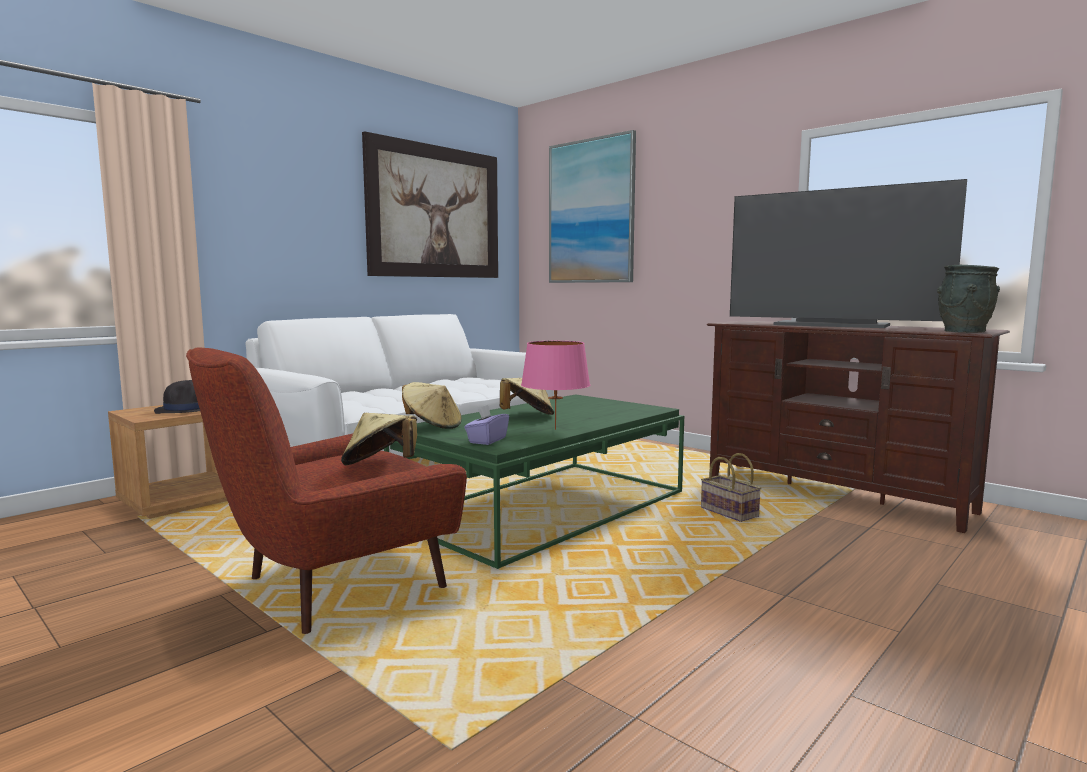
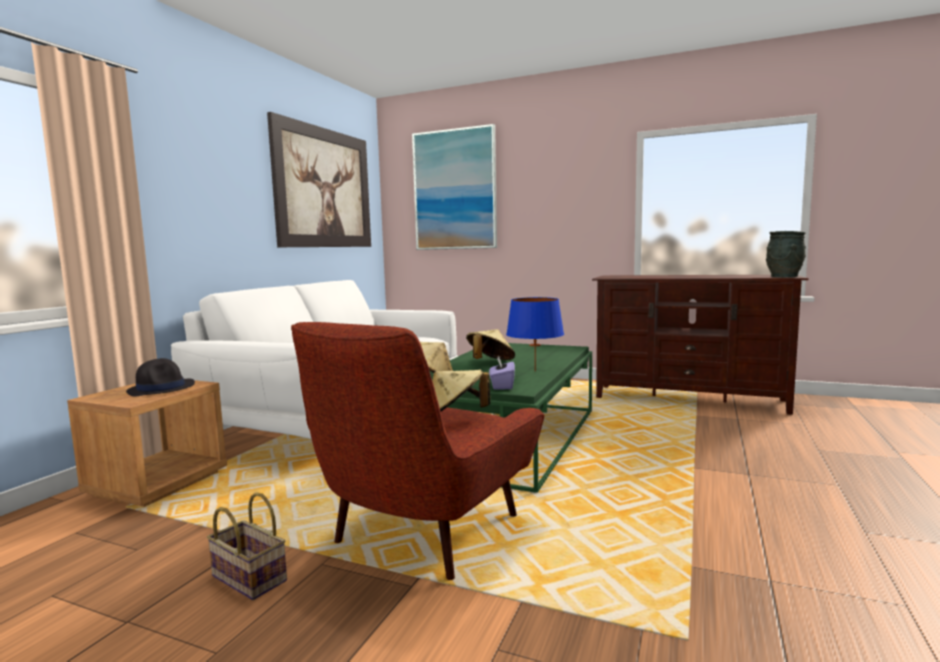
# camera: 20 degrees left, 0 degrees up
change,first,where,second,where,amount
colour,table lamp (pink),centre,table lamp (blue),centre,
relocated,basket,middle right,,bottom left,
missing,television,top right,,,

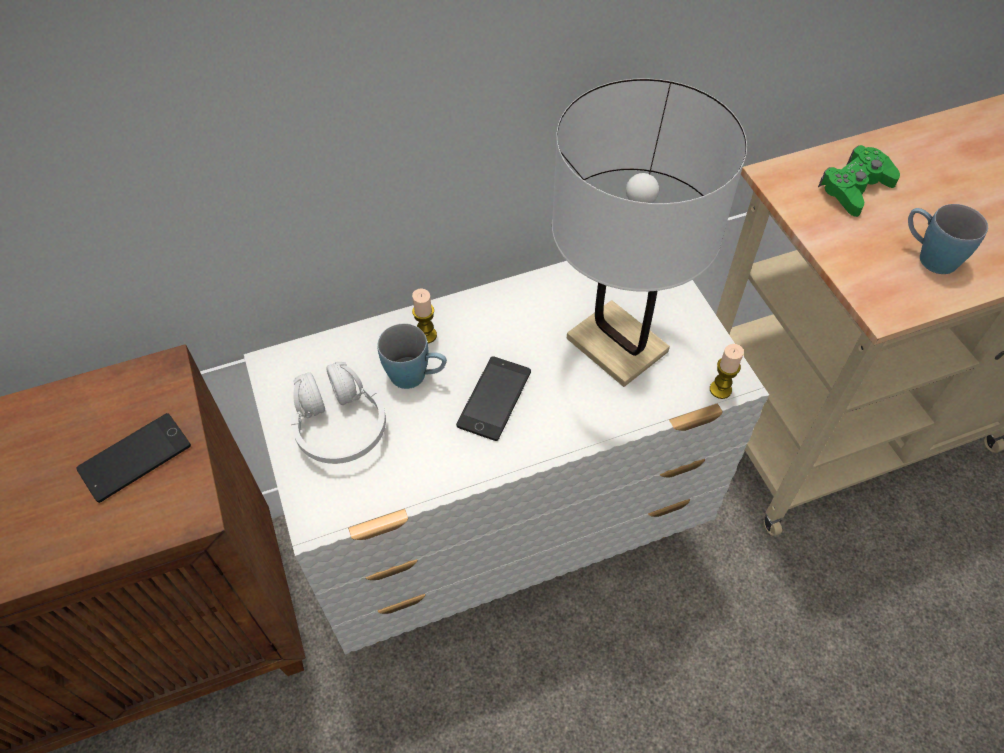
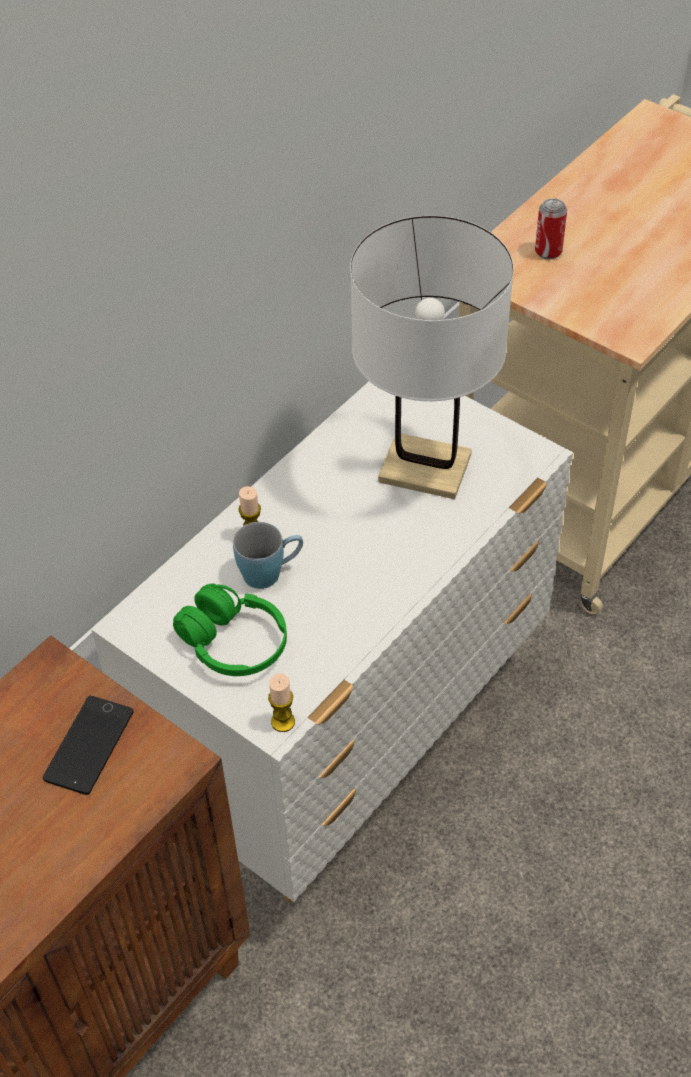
# camera: 30 degrees left, 5 degrees down
change,first,where,second,where,amount
colour,headphones (white),centre,headphones (green),middle left,
missing,phone (no. 2 from left),centre,,,
relocated,candle (no. 2 from left),middle right,,centre,
exchanged,game controller (green),top right,can,top right,
missing,mug (blue) (no. 2 from left),top right,,,

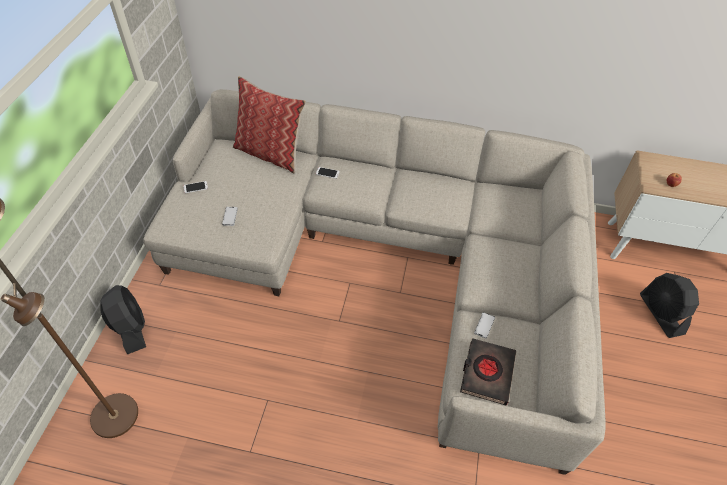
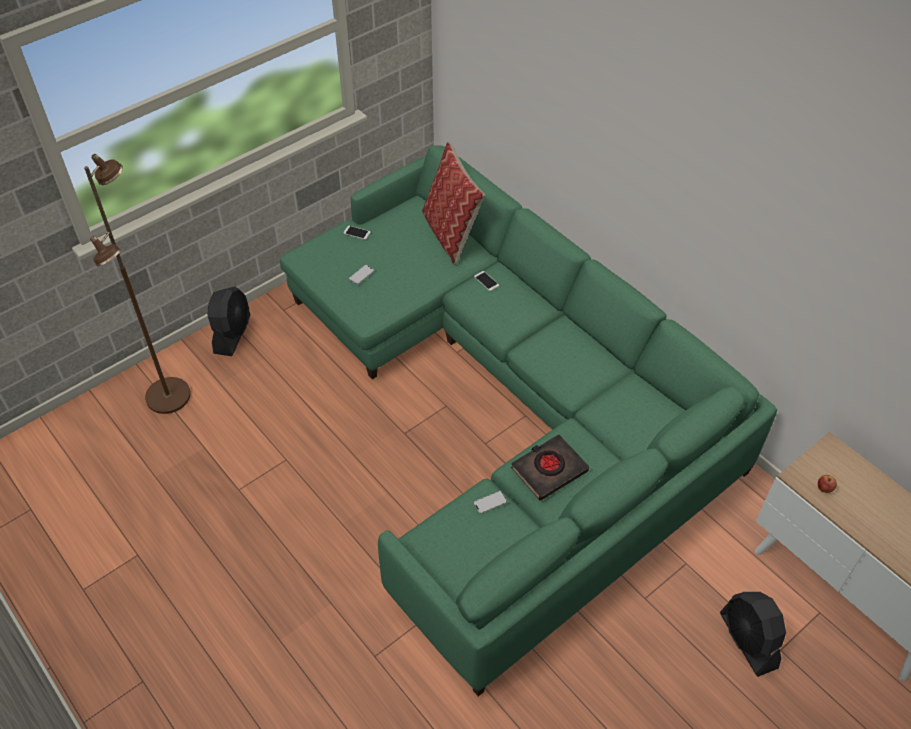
# camera: 40 degrees right, 0 degrees up
change,first,where,second,where,amount
colour,sofa (beige),centre,sofa (green),centre,
relocated,book (black),bottom right,,centre,
spun,fan (black) (no. 2 from left),middle right,,bottom right,45 degrees counterclockwise

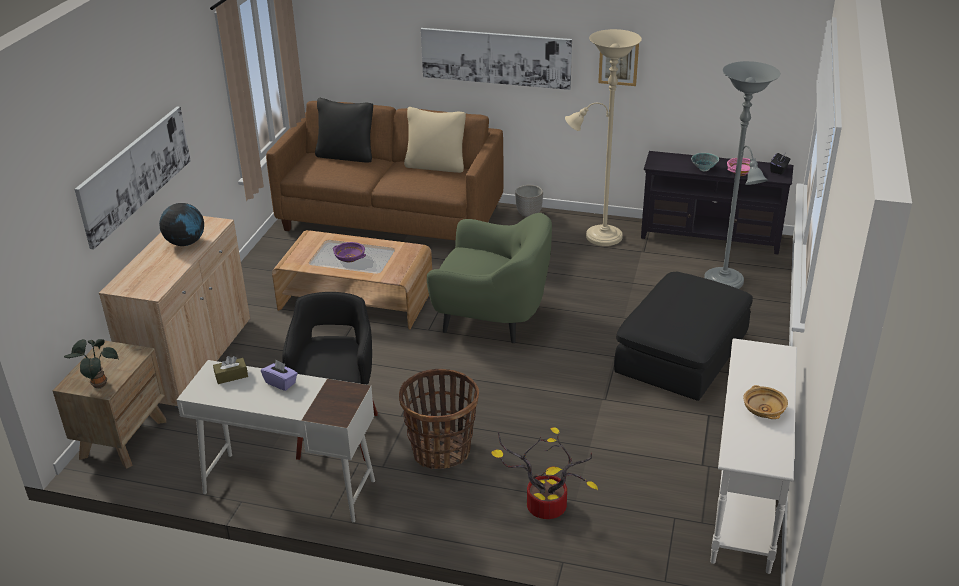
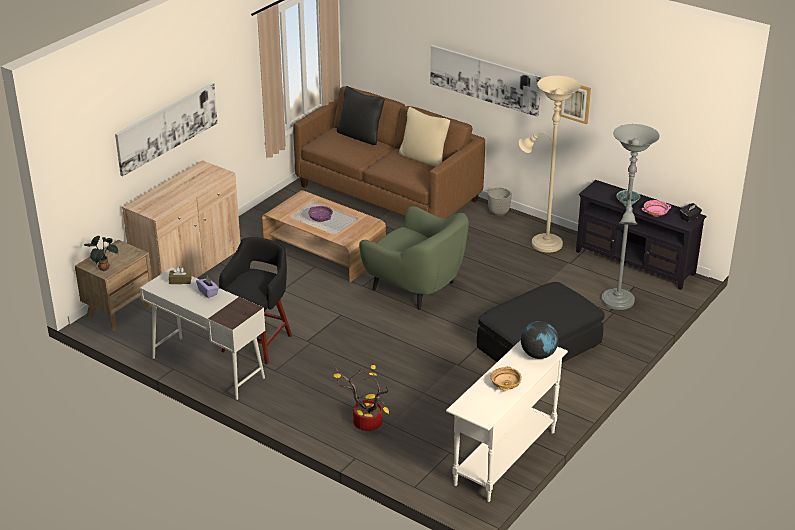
# camera: 20 degrees right, 0 degrees up
change,first,where,second,where,amount
relocated,globe,middle left,,middle right,
missing,basket,bottom centre,,,

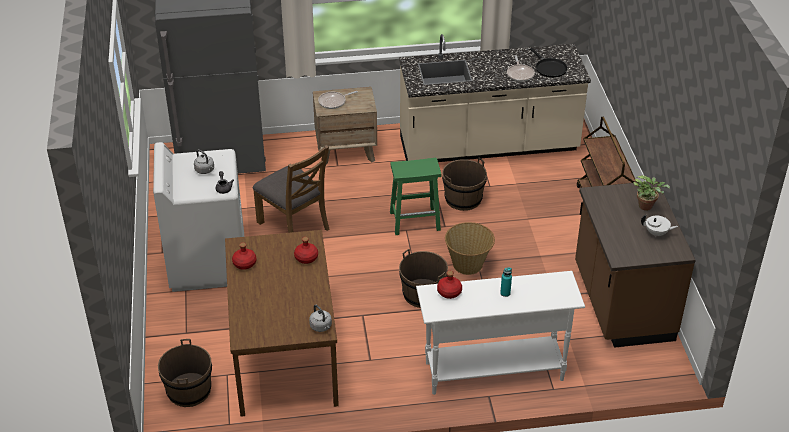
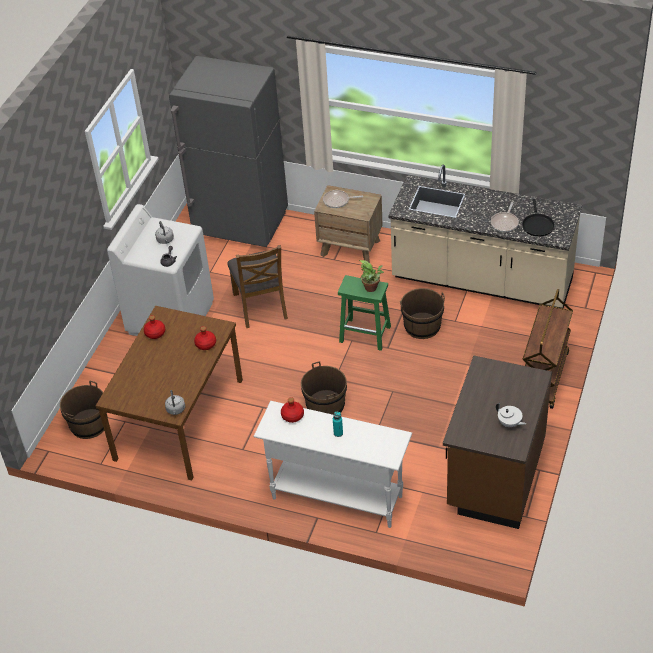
# camera: 30 degrees right, 5 degrees up
change,first,where,second,where,amount
missing,basket,centre,,,
relocated,potted plant,middle right,,centre,

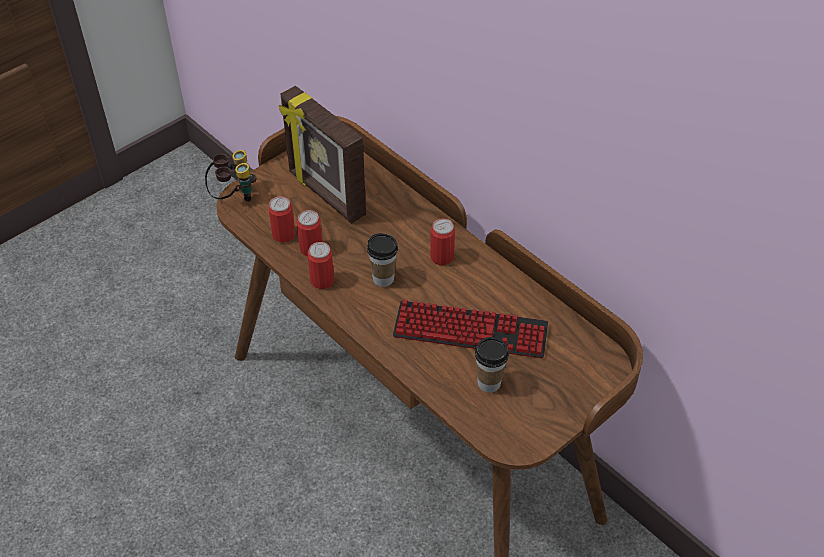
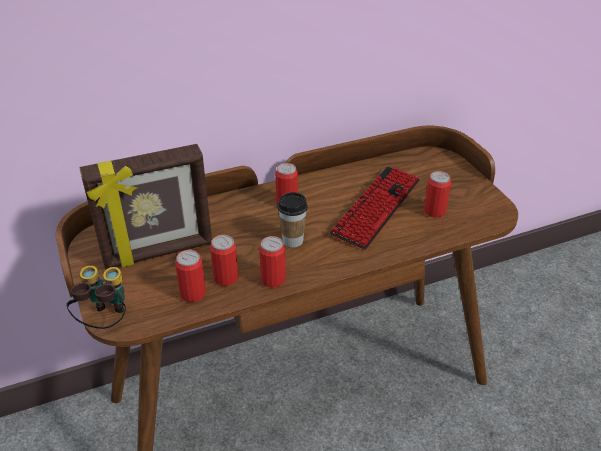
# camera: 70 degrees left, 10 degrees down
change,first,where,second,where,amount
exchanged,cup (no. 2 from left),centre,can (no. 5 from left),middle right,

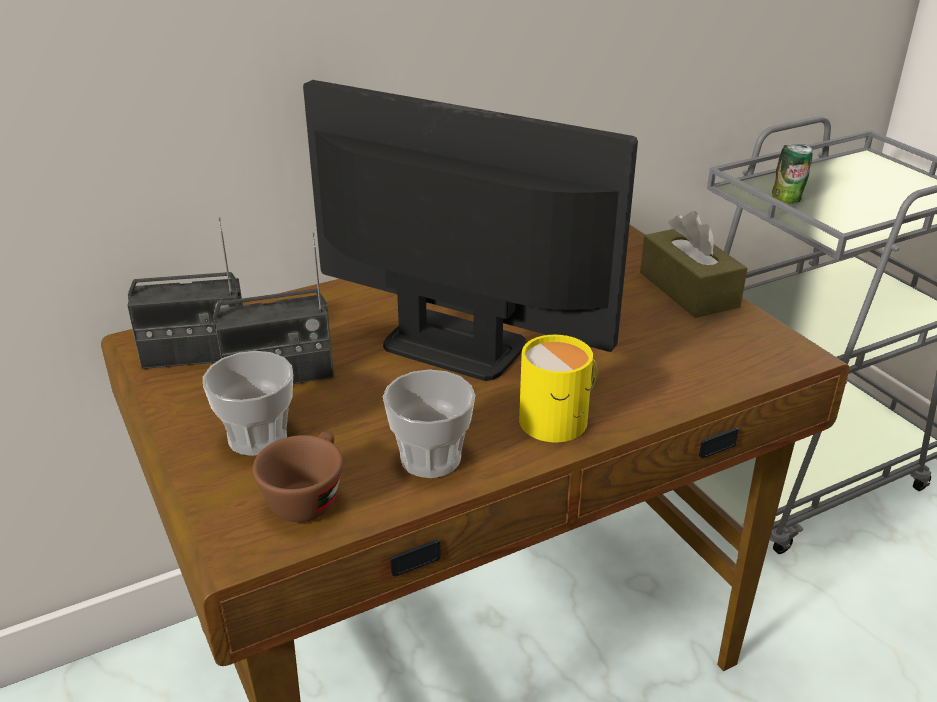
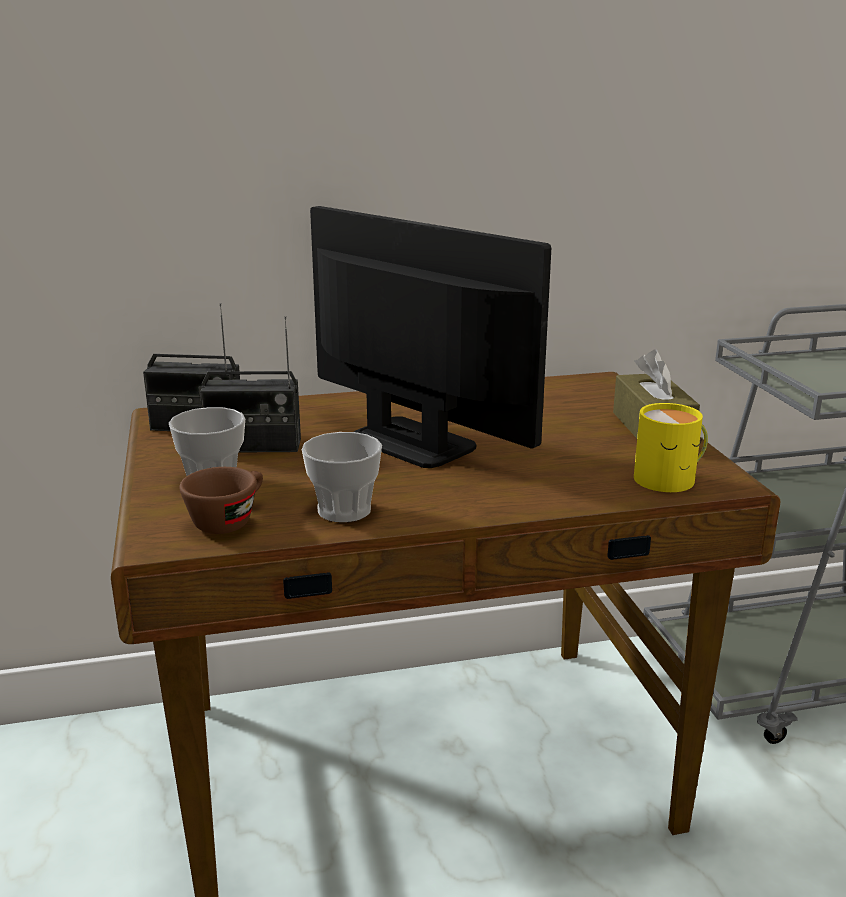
# camera: 15 degrees right, 10 degrees down
change,first,where,second,where,amount
relocated,mug (yellow),centre,,middle right,
missing,can,top right,,,

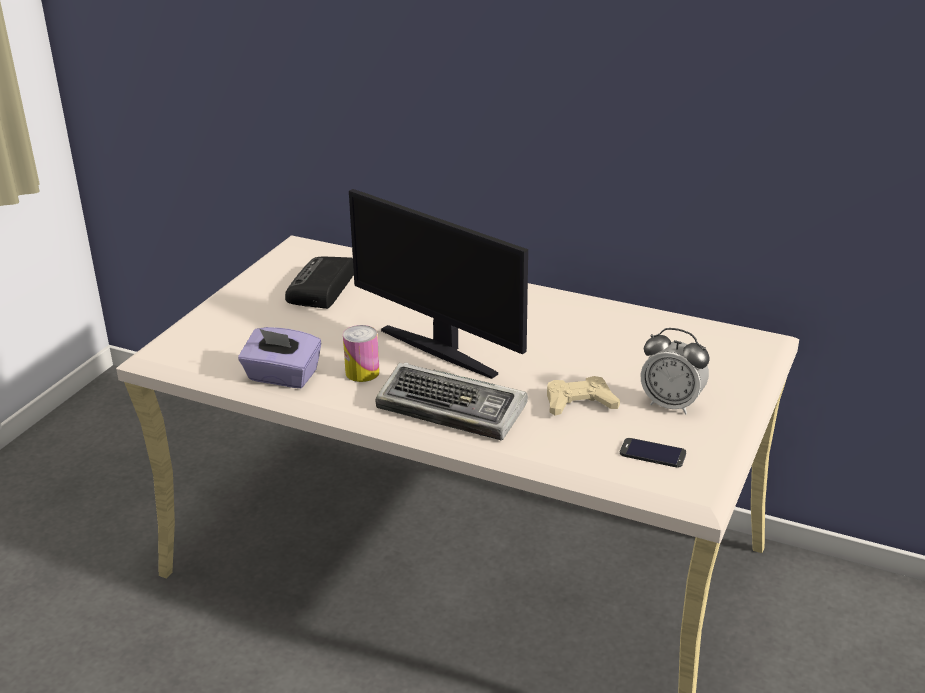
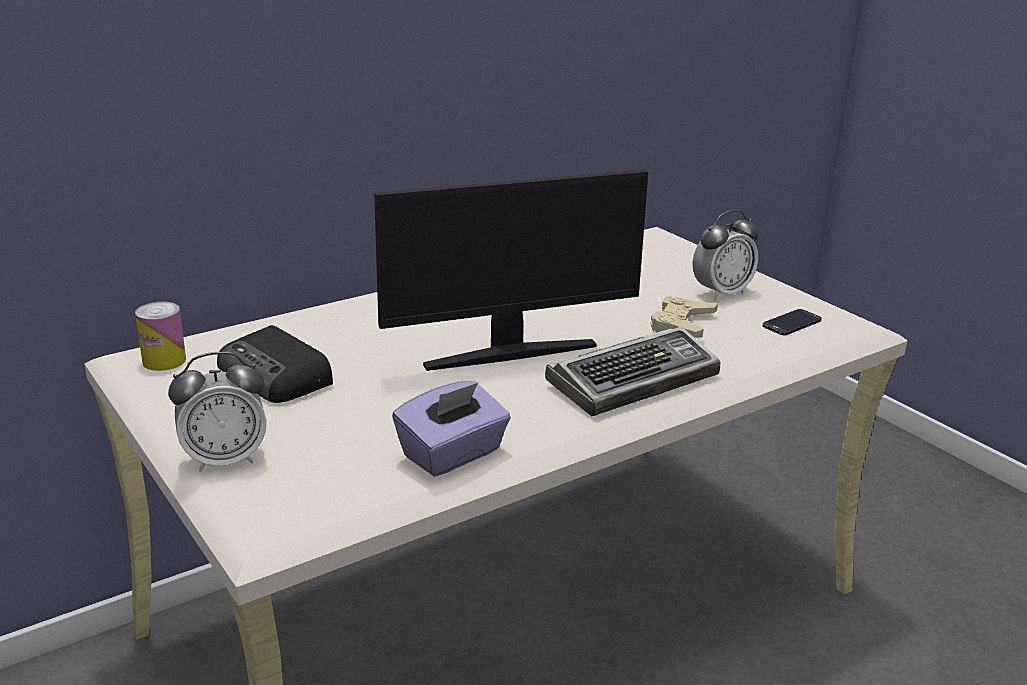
# camera: 60 degrees left, 5 degrees down
change,first,where,second,where,amount
relocated,can,centre,,middle left,
appeared,,,alarm clock (no. 1 from left),middle left,

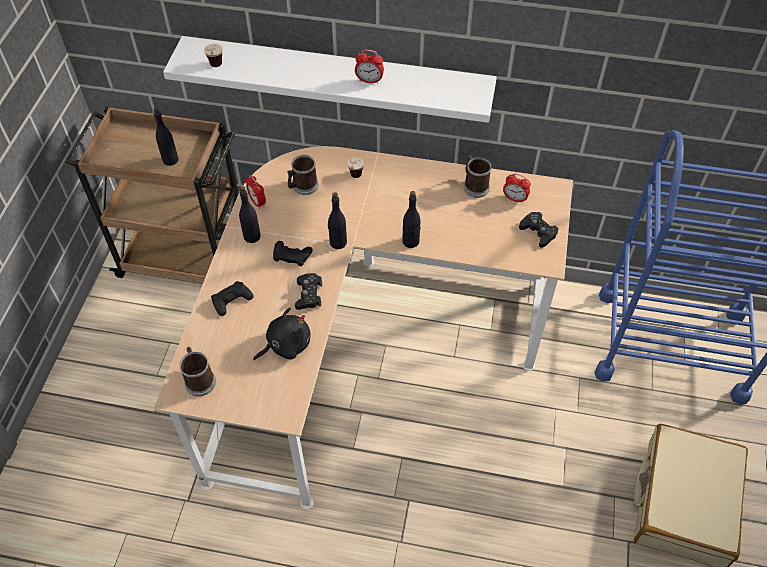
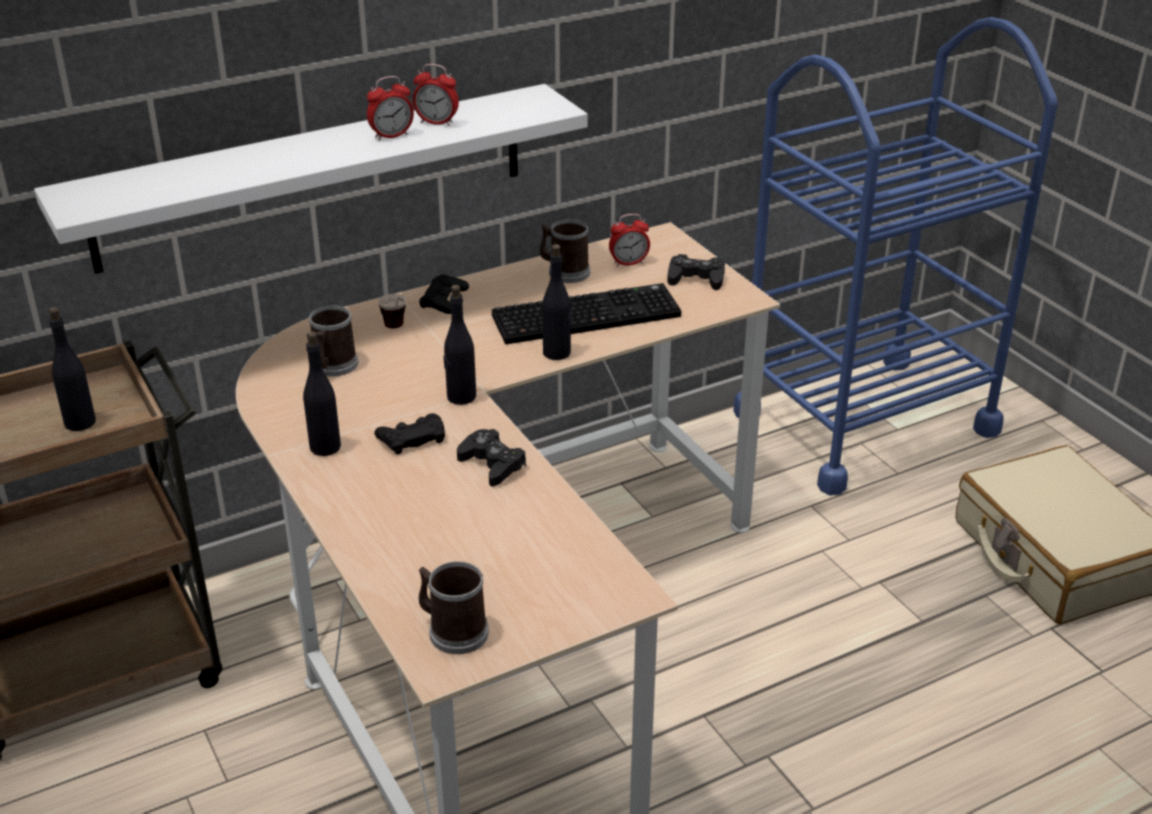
# camera: 40 degrees left, 20 degrees down
change,first,where,second,where,amount
missing,cup (no. 1 from left),top left,,,
relocated,game controller (black) (no. 1 from left in the first image),middle left,game controller (black) (no. 2 from left),centre,
relocated,alarm clock (no. 1 from left in the first image),centre,alarm clock (no. 2 from left),top centre,
missing,plush toy (black),centre,,,
appeared,,,keyboard,centre,

